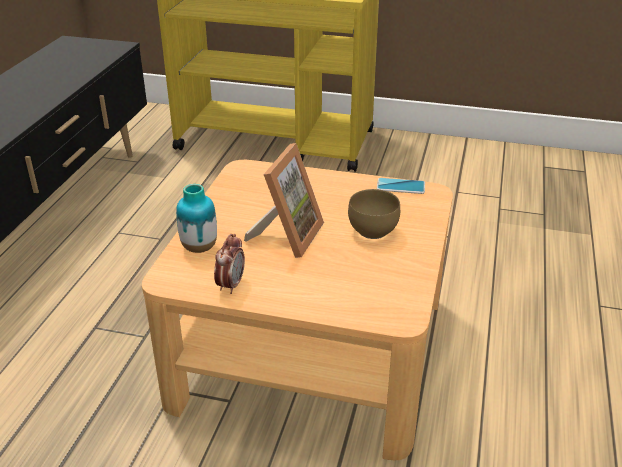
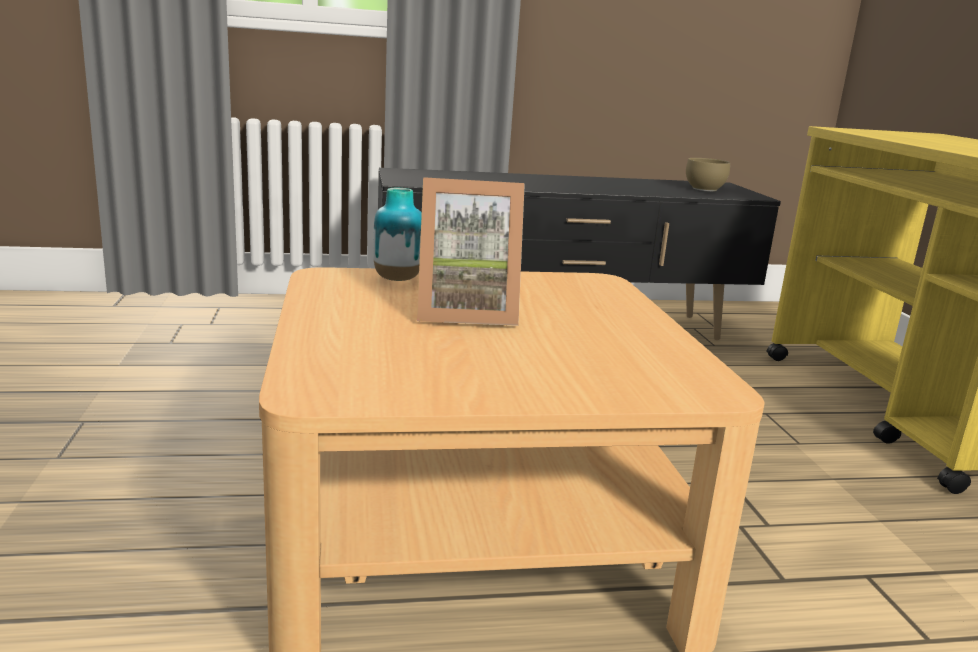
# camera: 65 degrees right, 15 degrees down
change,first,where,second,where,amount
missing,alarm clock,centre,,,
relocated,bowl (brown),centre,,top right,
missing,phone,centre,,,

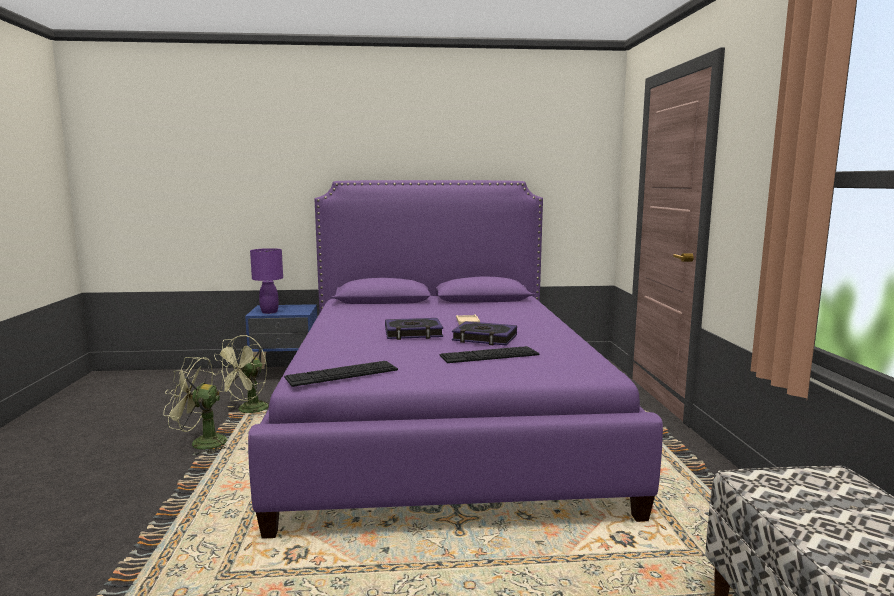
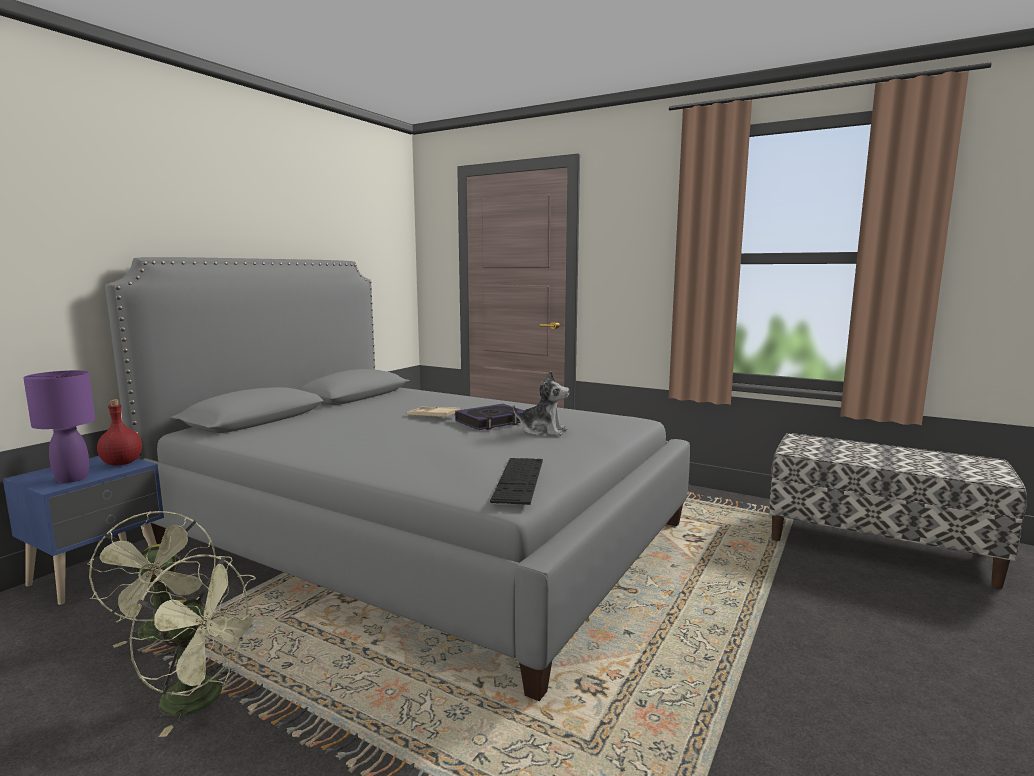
# camera: 55 degrees left, 0 degrees up
change,first,where,second,where,amount
spun,fan (green) (no. 1 from left in the first image),bottom left,fan (green) (no. 2 from left),bottom left,105 degrees counterclockwise
colour,bed (purple),centre,bed (grey),centre,
missing,book (no. 1 from left),centre,,,
exchanged,keyboard (no. 2 from left),centre,plush toy,centre,
appeared,,,bottle (red),middle left,

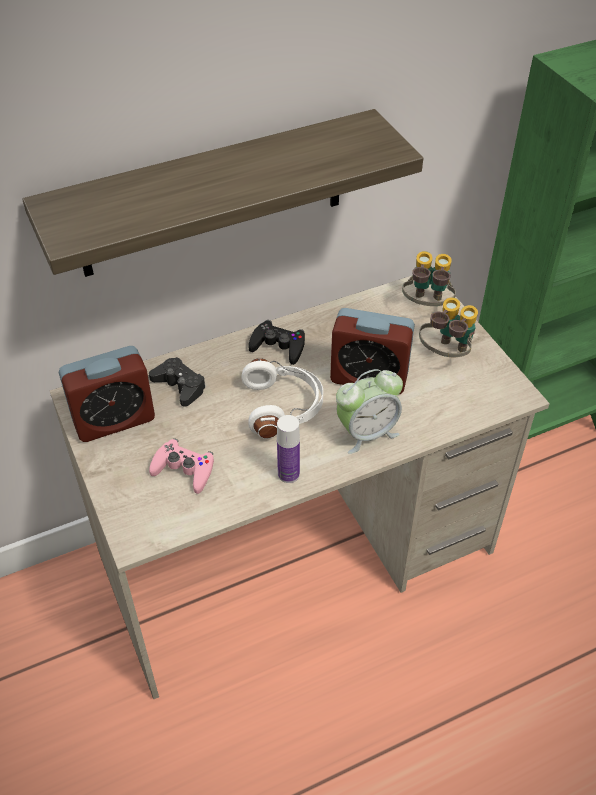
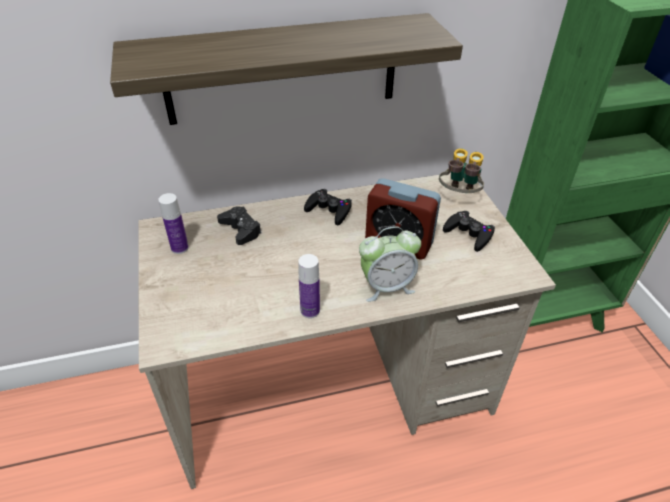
# camera: 10 degrees right, 5 degrees down
change,first,where,second,where,amount
exchanged,alarm clock (no. 1 from left),middle left,bottle (no. 1 from left),middle left,
missing,game controller (pink),middle left,,,
missing,headphones (white),centre,,,
exchanged,binoculars (no. 2 from left),middle right,game controller (black) (no. 3 from left),middle right,

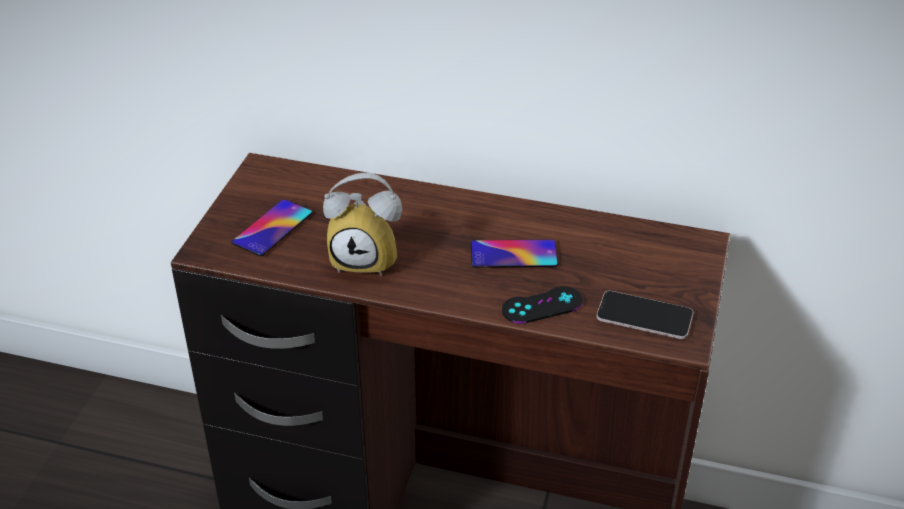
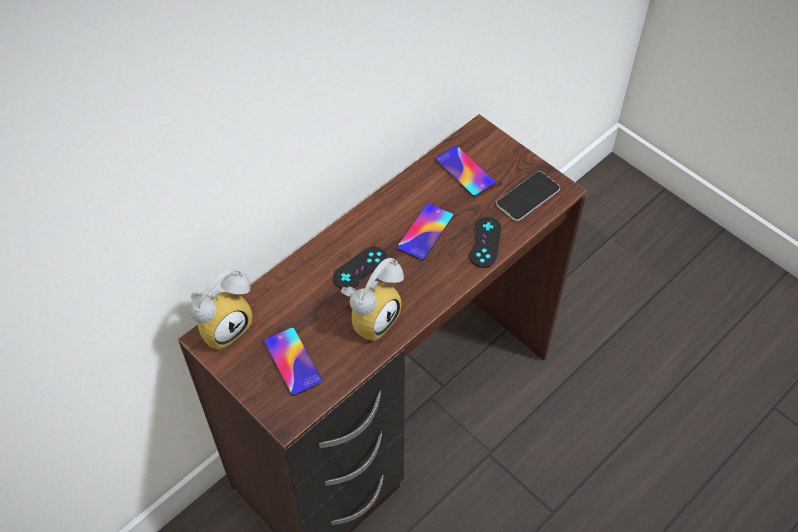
# camera: 60 degrees left, 15 degrees up
change,first,where,second,where,amount
appeared,,,alarm clock (no. 1 from left),middle left,
appeared,,,game controller (black) (no. 1 from left),centre,
appeared,,,phone (no. 3 from left),top centre,

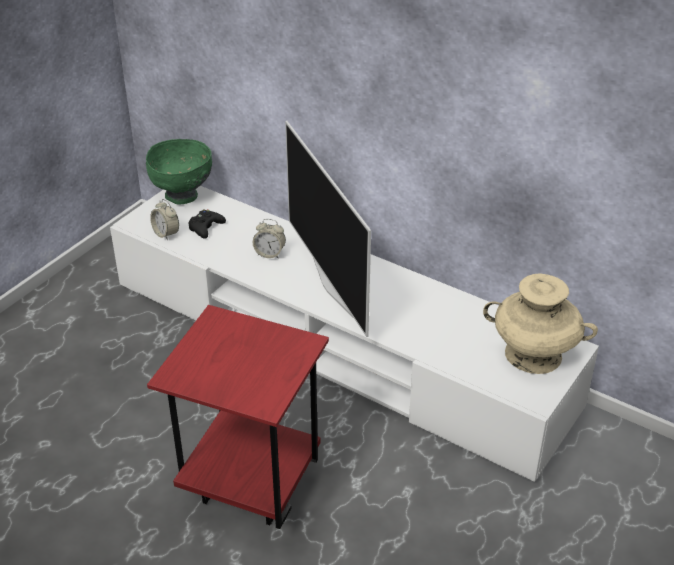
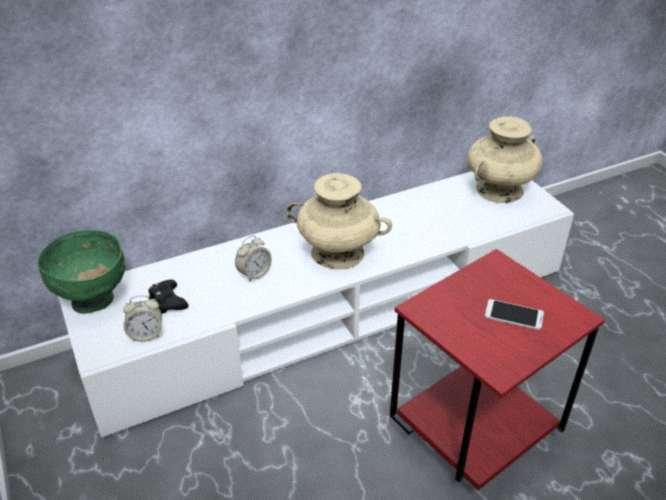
# camera: 60 degrees left, 0 degrees up
change,first,where,second,where,amount
exchanged,television,centre,vase (beige) (no. 1 from left),centre,
appeared,,,phone,middle right,

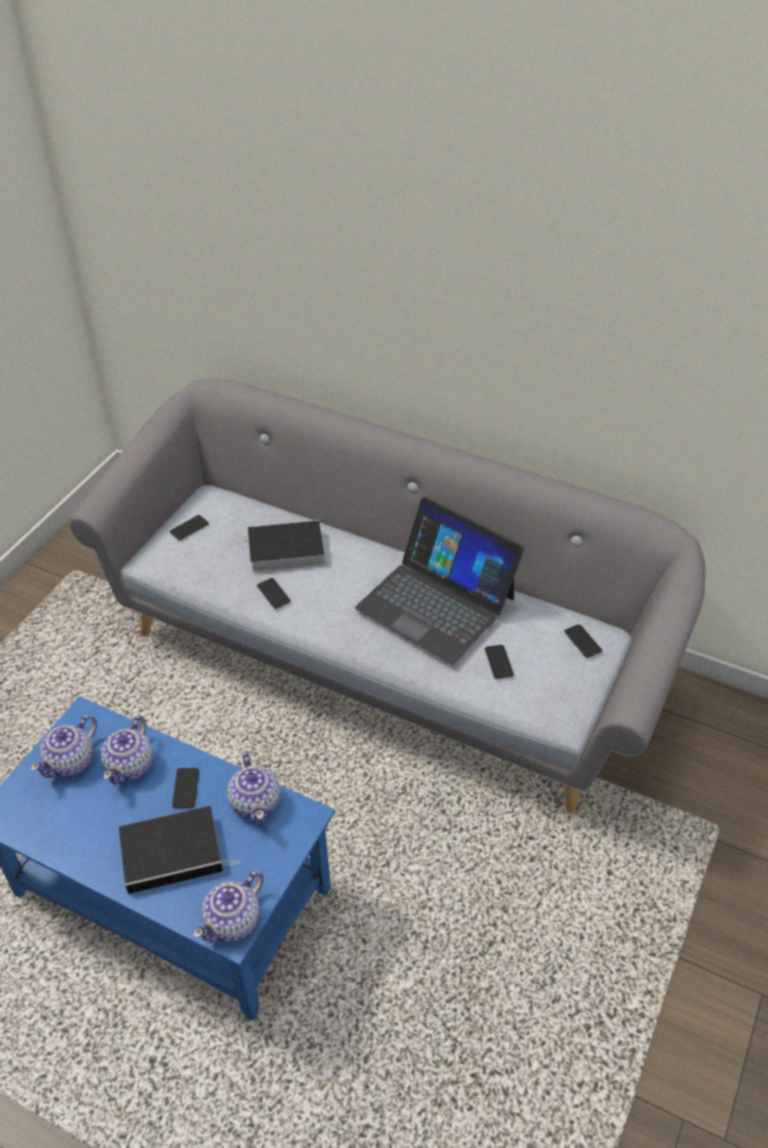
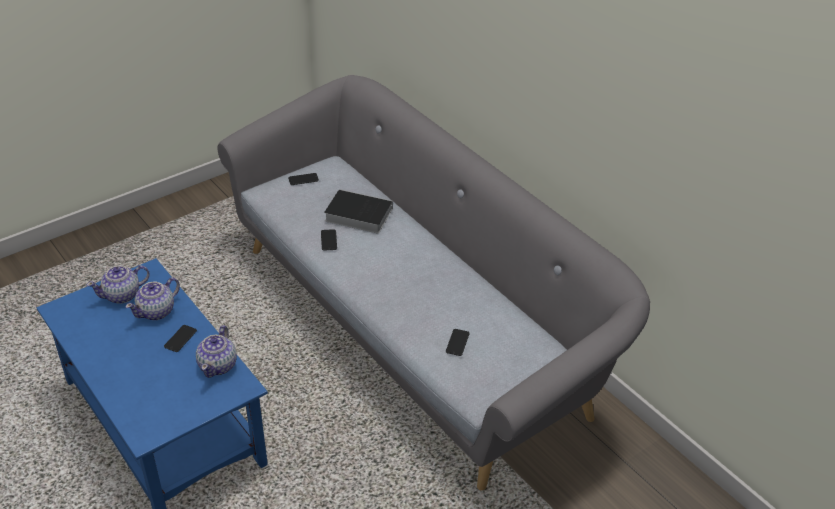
# camera: 25 degrees right, 5 degrees down
change,first,where,second,where,amount
missing,book (no. 1 from left),bottom left,,,
missing,teapot (no. 3 from left),bottom left,,,
missing,laptop,centre,,,
missing,phone (no. 5 from left),middle right,,,

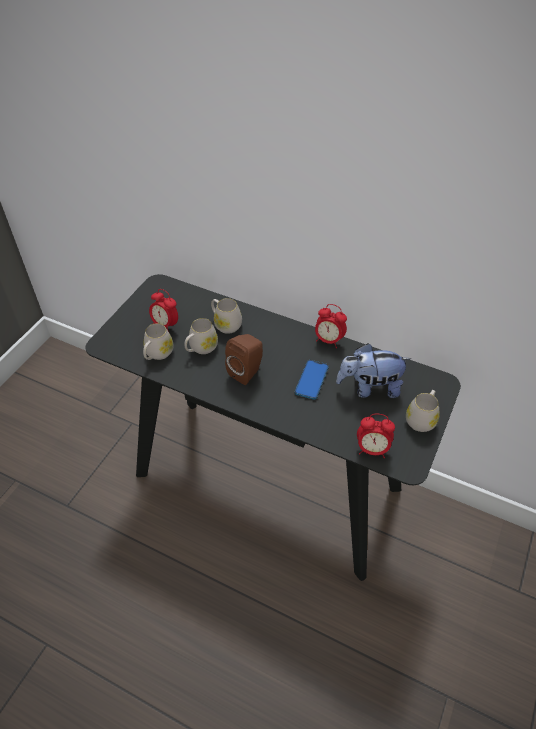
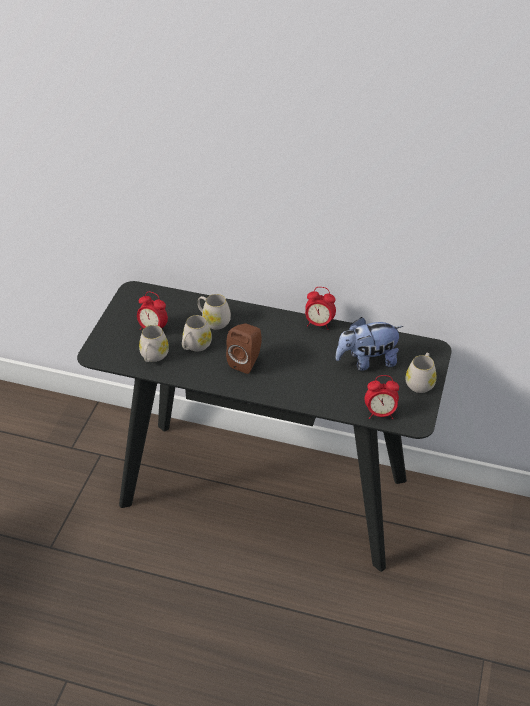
# camera: 10 degrees left, 5 degrees down
change,first,where,second,where,amount
missing,phone,centre,,,

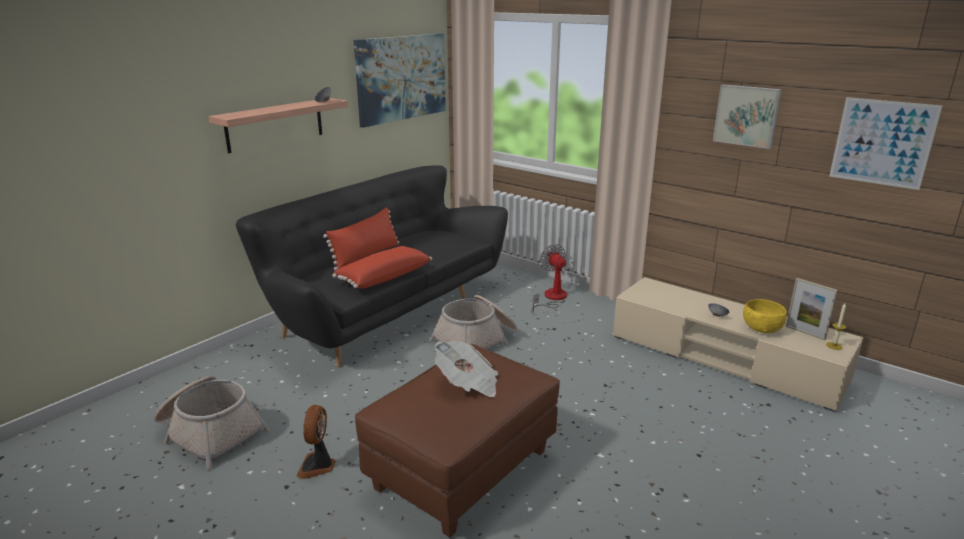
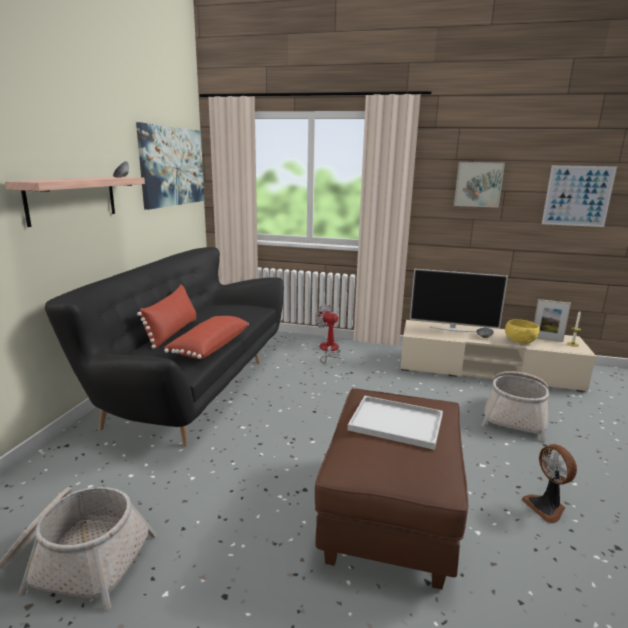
# camera: 25 degrees left, 5 degrees down
change,first,where,second,where,amount
relocated,fan (no. 1 from left in the first image),bottom left,fan (no. 2 from left),bottom right,
relocated,basket (no. 2 from left),centre,,middle right,
exchanged,newspaper,bottom centre,tray (white),bottom centre,
appeared,,,television,middle right,

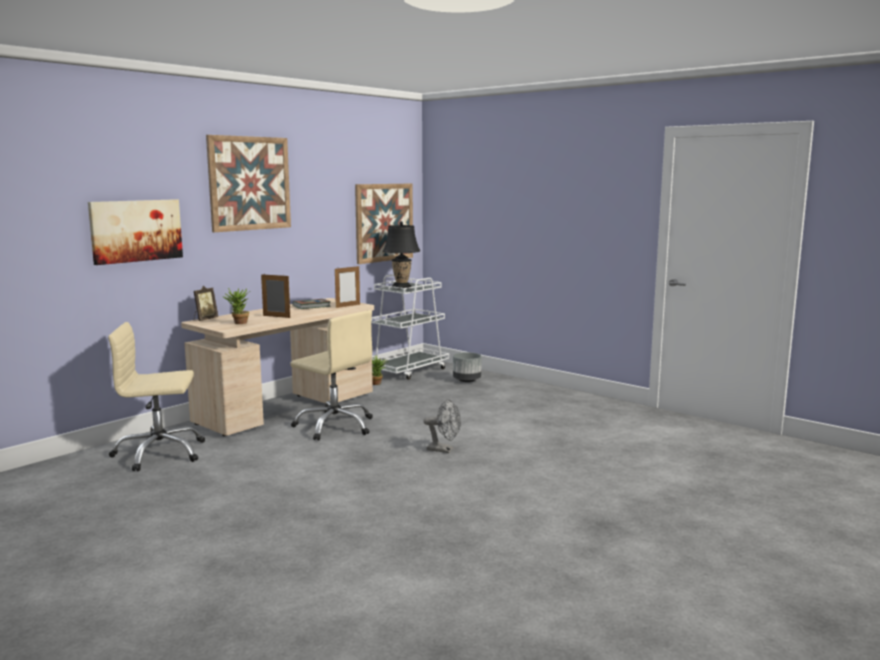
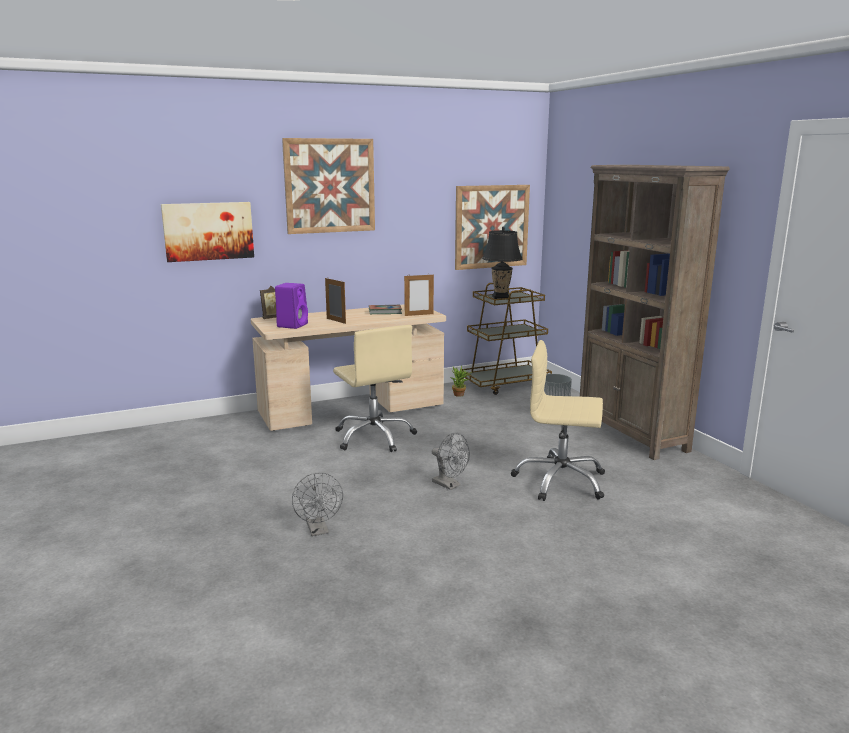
# camera: 25 degrees right, 5 degrees up
change,first,where,second,where,amount
relocated,office chair (beige) (no. 1 from left in the first image),middle left,office chair (beige) (no. 2 from left),centre,
exchanged,potted plant (no. 1 from left),middle left,speaker (purple),centre,
colour,cart (white),centre,cart (brown),centre,
appeared,,,fan (grey) (no. 1 from left),bottom centre,
appeared,,,bookcase (brown),middle right,

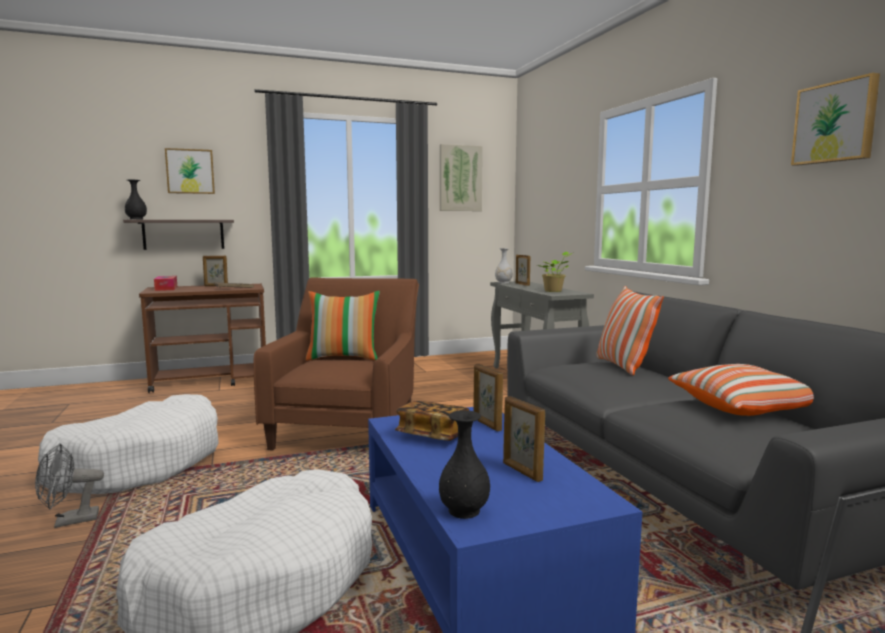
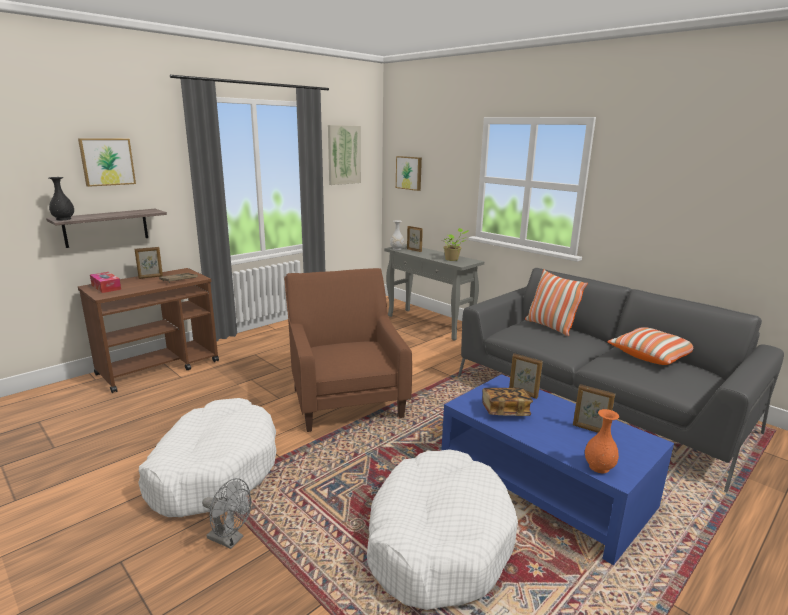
# camera: 25 degrees left, 10 degrees up
change,first,where,second,where,amount
spun,fan (grey),bottom left,,bottom left,105 degrees counterclockwise
missing,pillow (no. 1 from left),centre,,,
colour,vase (black) (no. 2 from left),bottom centre,vase (orange),bottom right,
relocated,picture (no. 3 from left),top right,,top centre,

